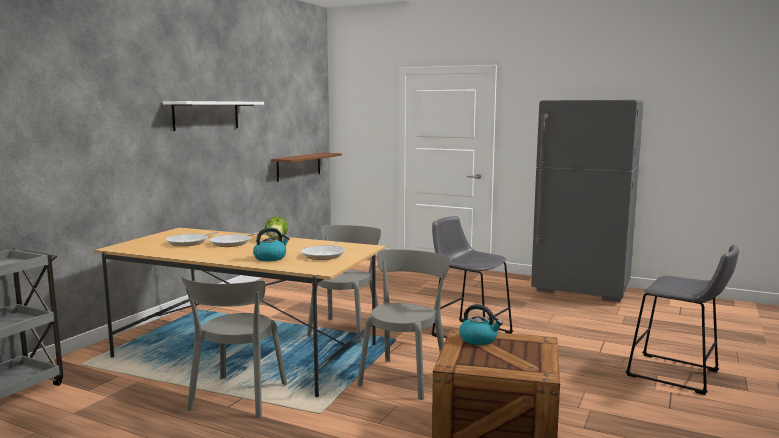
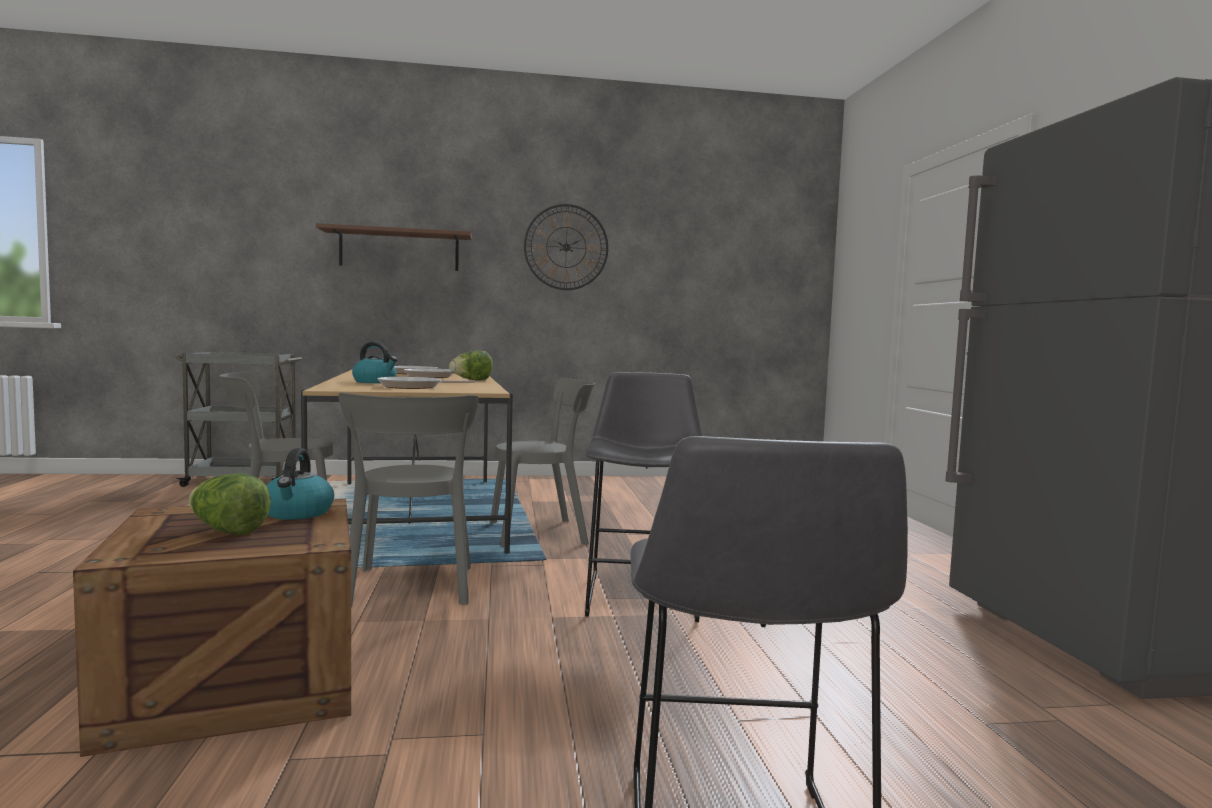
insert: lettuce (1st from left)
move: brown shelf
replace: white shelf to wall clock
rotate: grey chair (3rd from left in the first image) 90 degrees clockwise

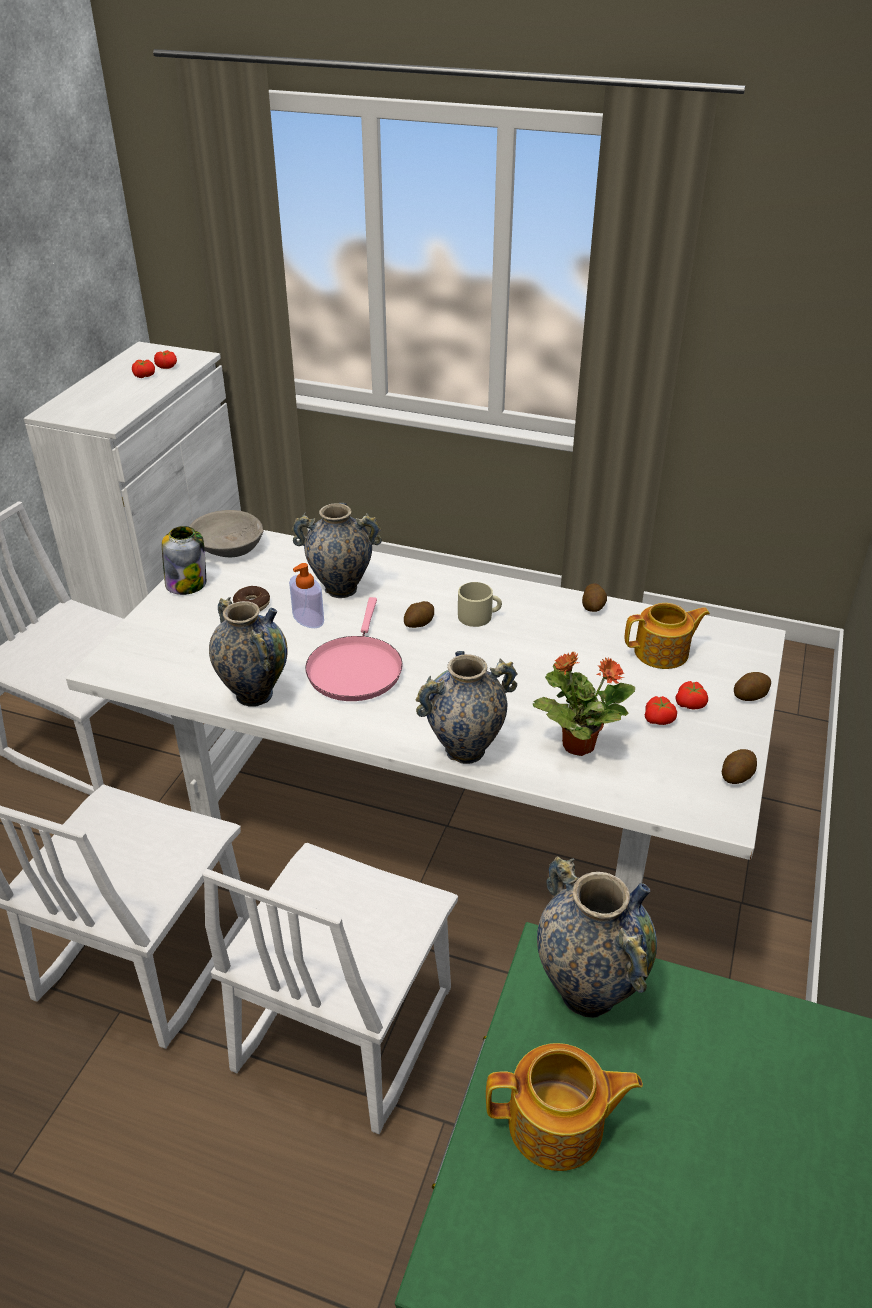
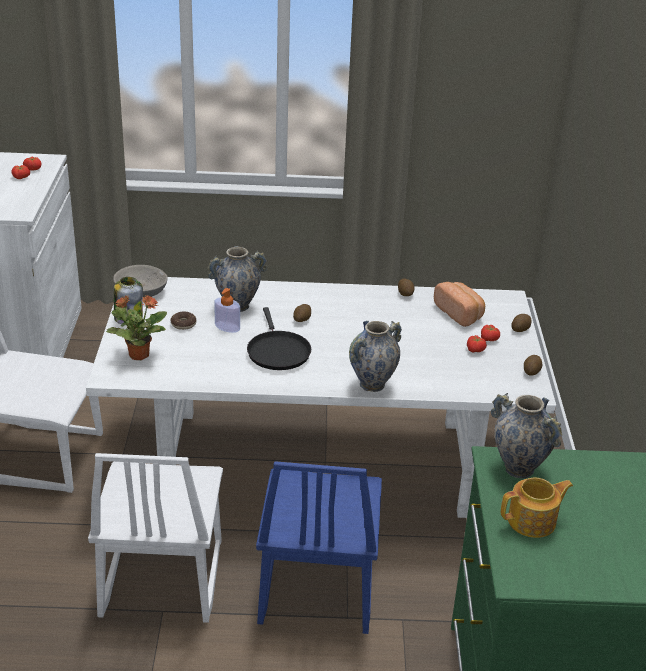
delete: vase (1st from left); beige mug
move: potted plant
replace: teapot (2nd from left) to bread
recolor: pink frying pan to black frying pan; white chair (3rd from left) to blue chair

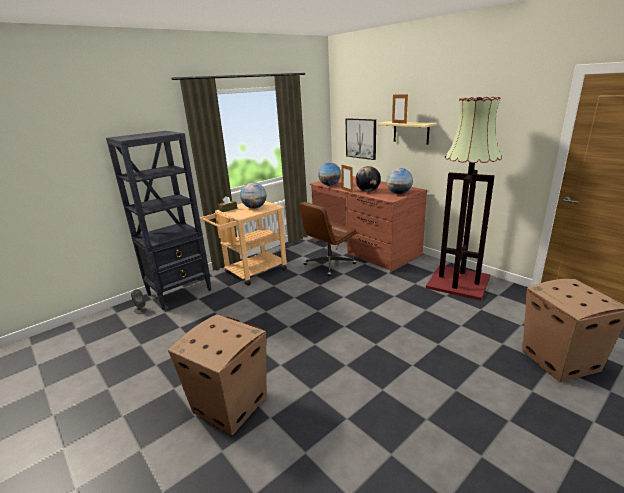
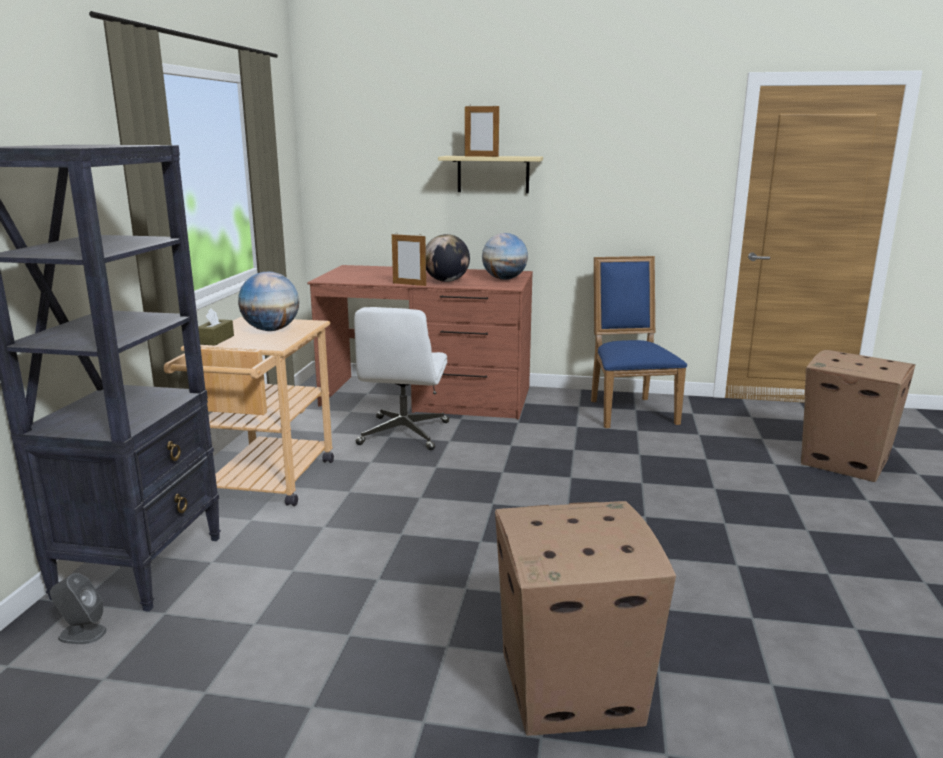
delete: globe (2nd from left); picture
replace: floor lamp to blue chair
recolor: brown office chair to white office chair

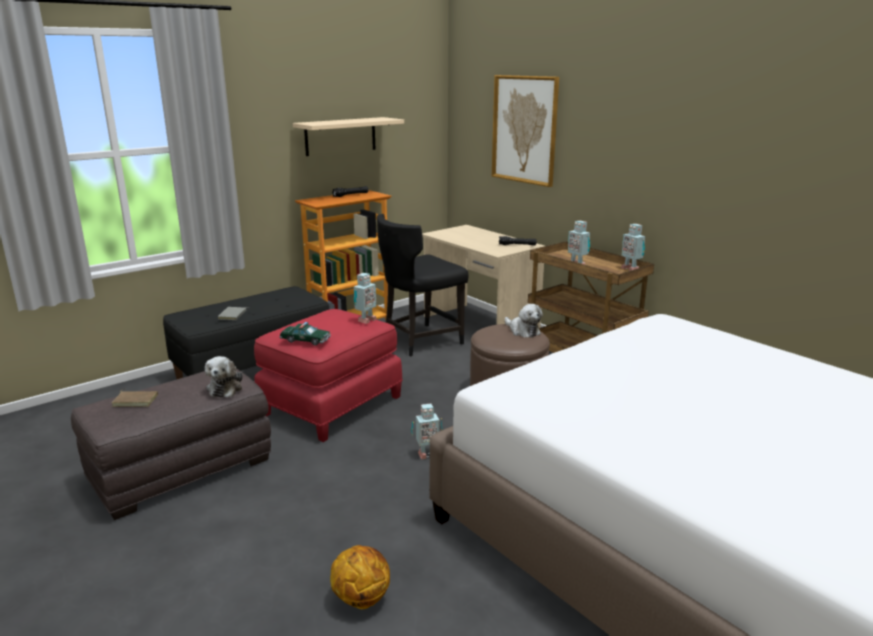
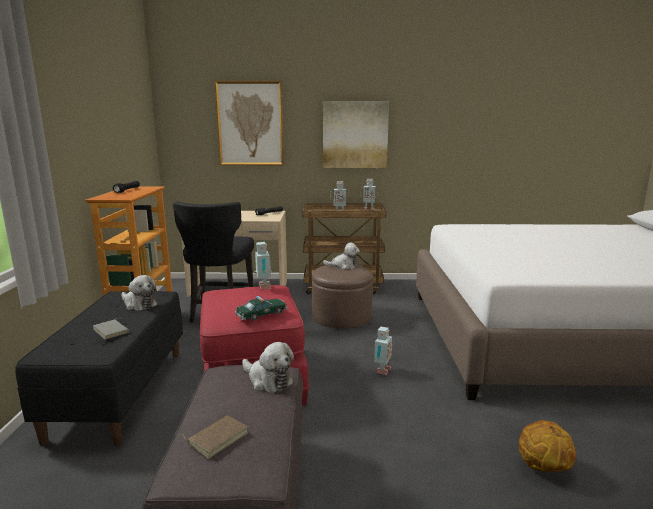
delete: beige shelf
insert: plush toy (1st from left); picture (2nd from left)

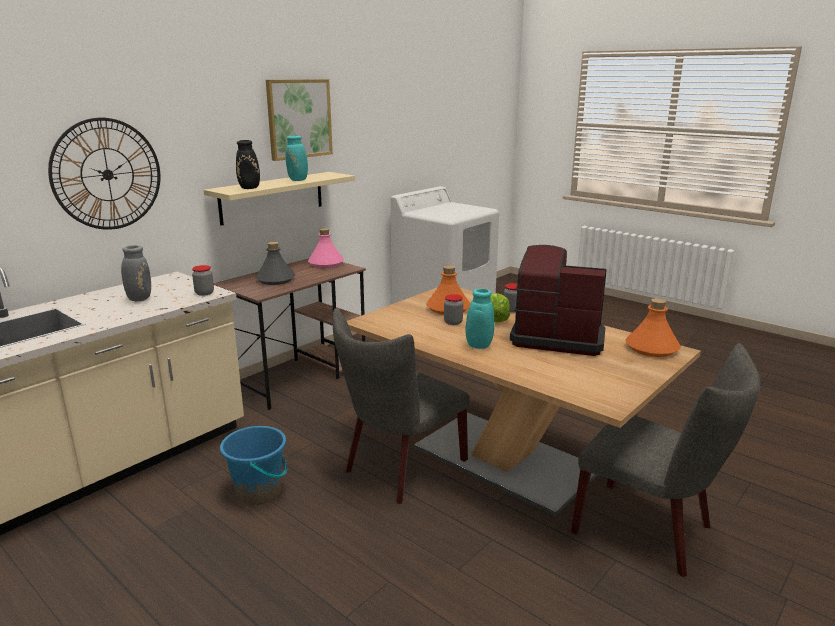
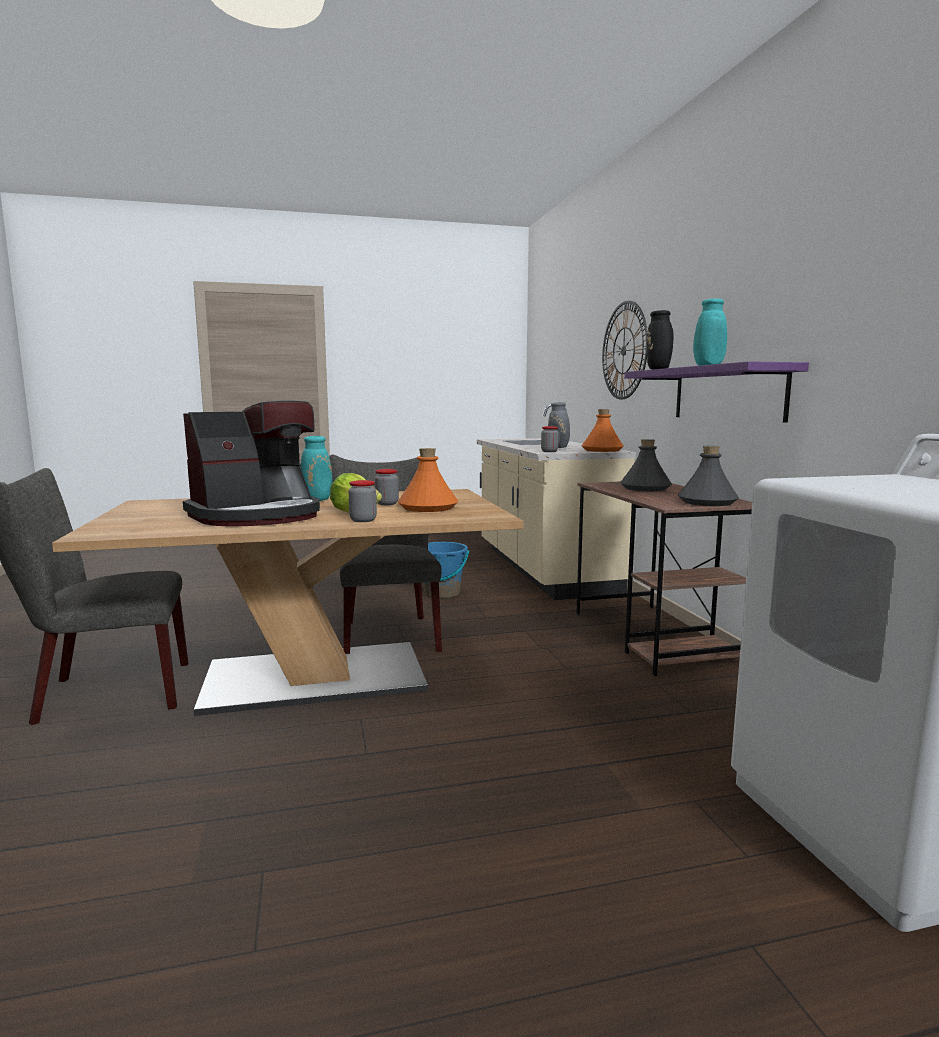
delete: picture
move: orange bottle (2nd from left)
recolor: beige shelf to purple shelf; pink bottle to grey bottle (2nd from left)

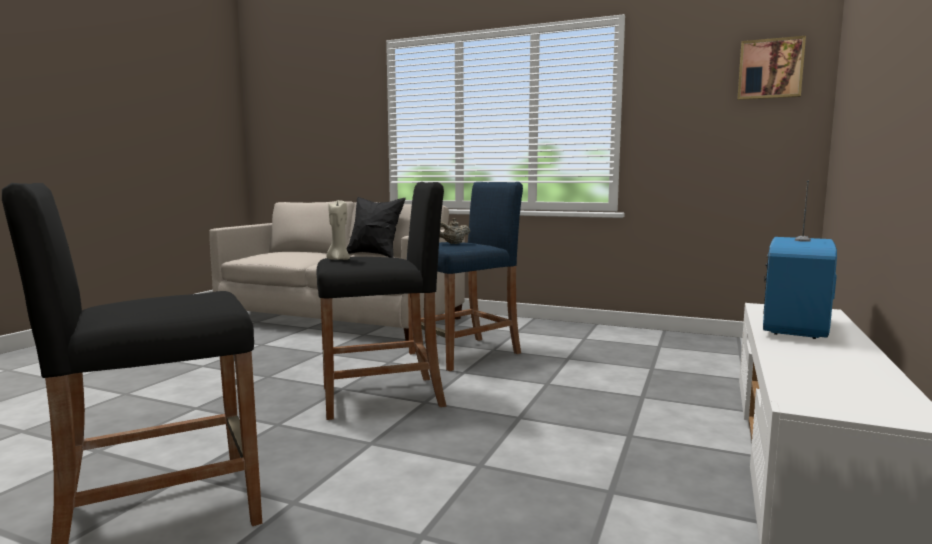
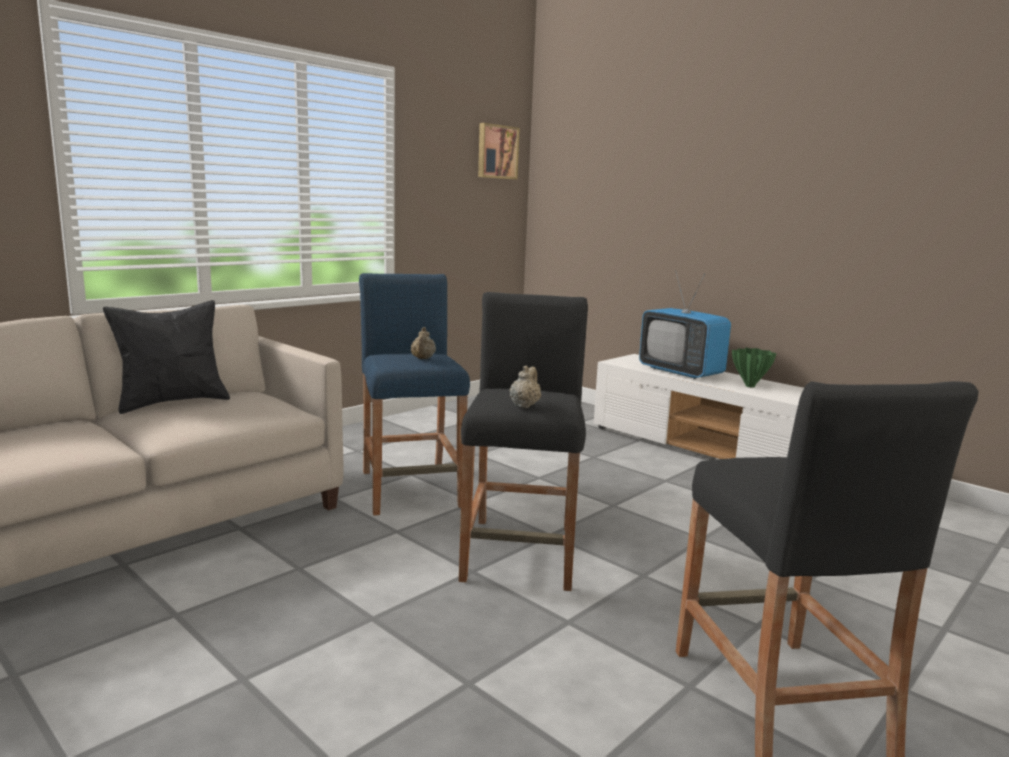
insert: green vase
replace: beige candle to beige teapot (2nd from left)

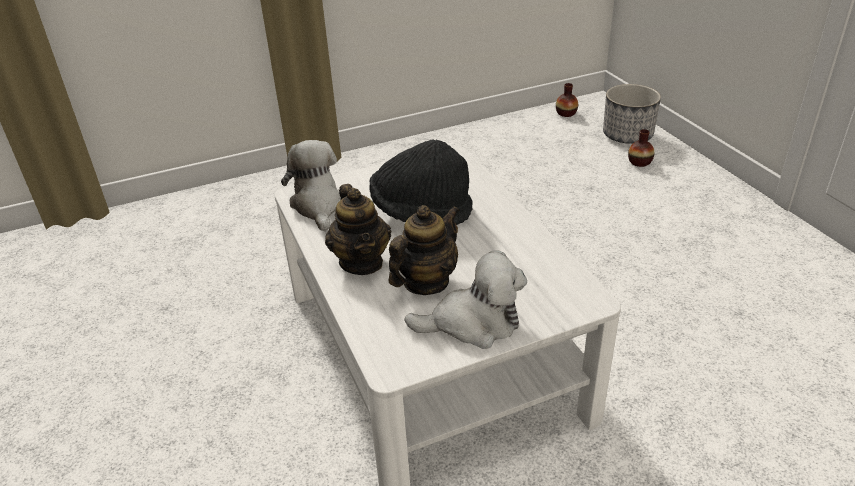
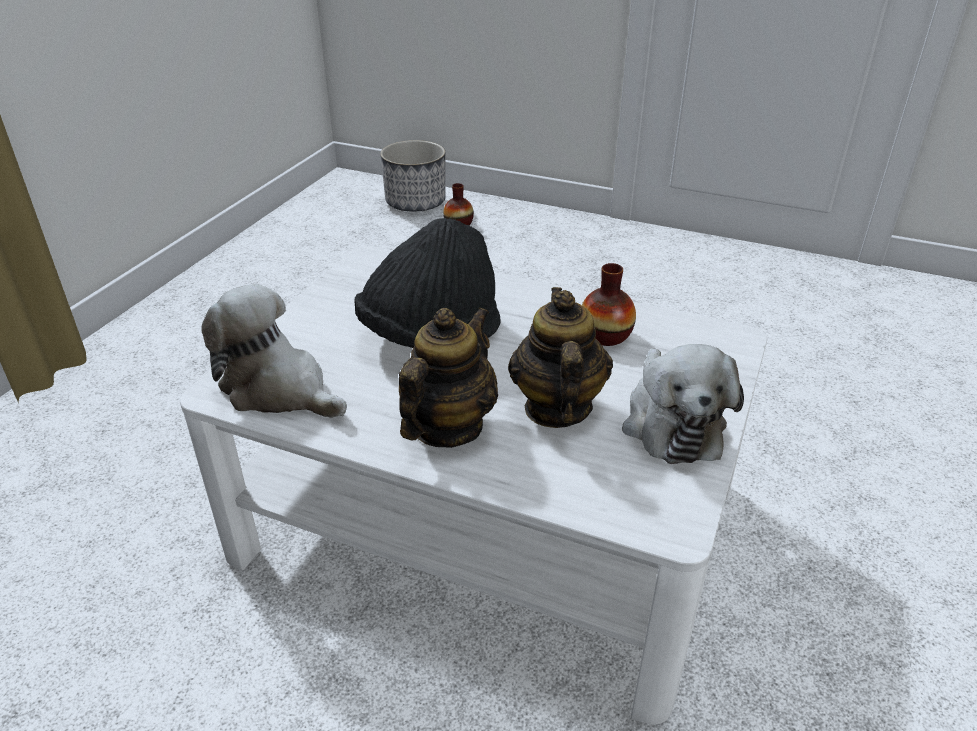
move: vase (1st from left in the first image) to vase (2nd from left)
rotate: teapot (1st from left) 90 degrees counterclockwise; plush toy (2nd from left) 135 degrees clockwise

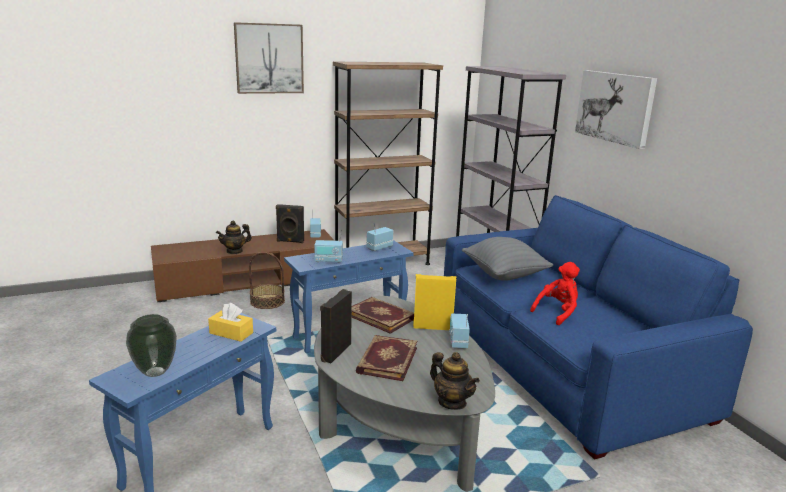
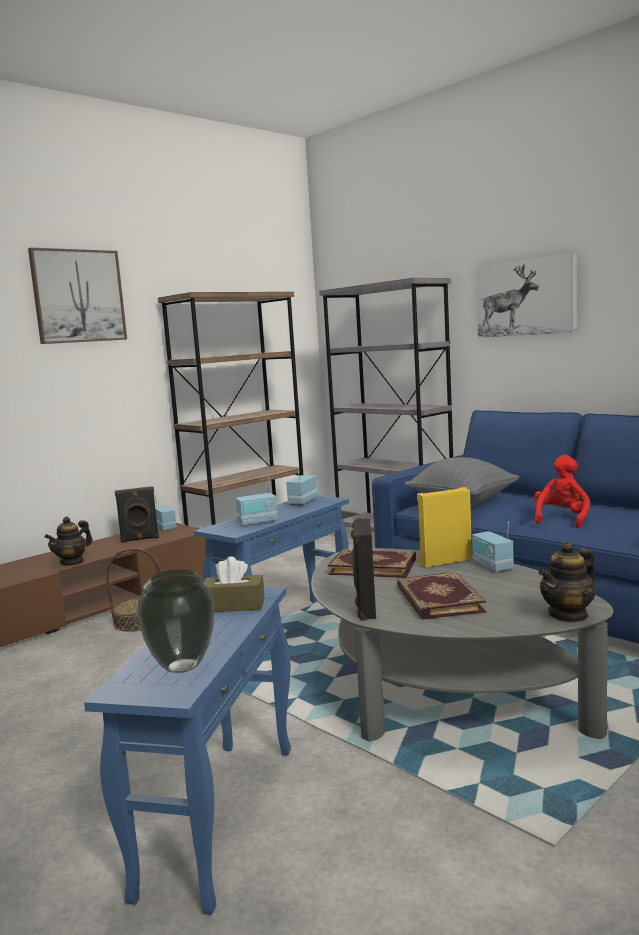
recolor: yellow tissue box to brown tissue box
rotate: teapot (2nd from left) 120 degrees clockwise

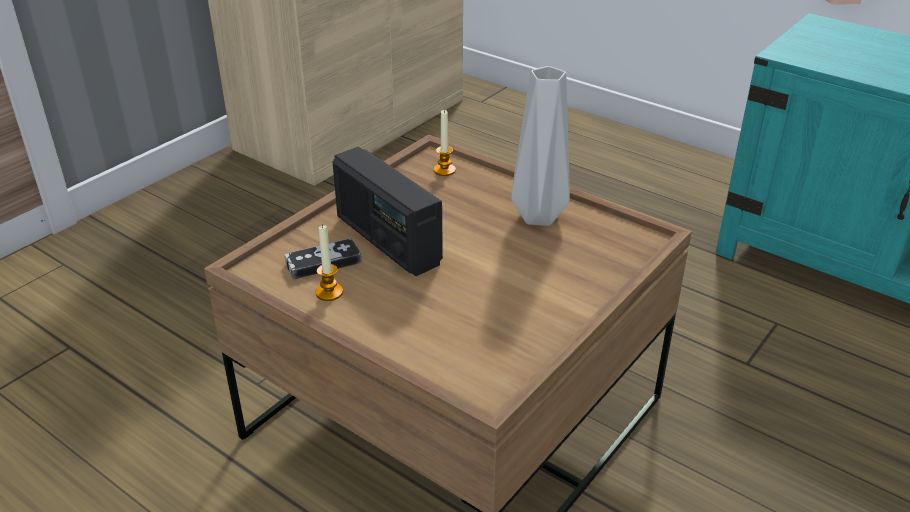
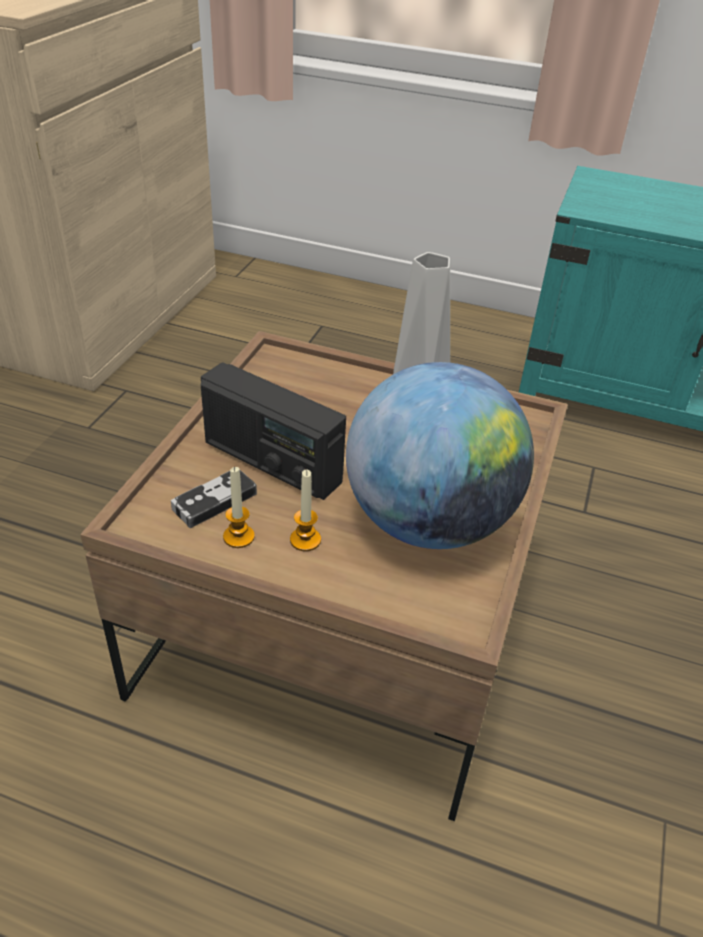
insert: globe
move: candle (2nd from left)

